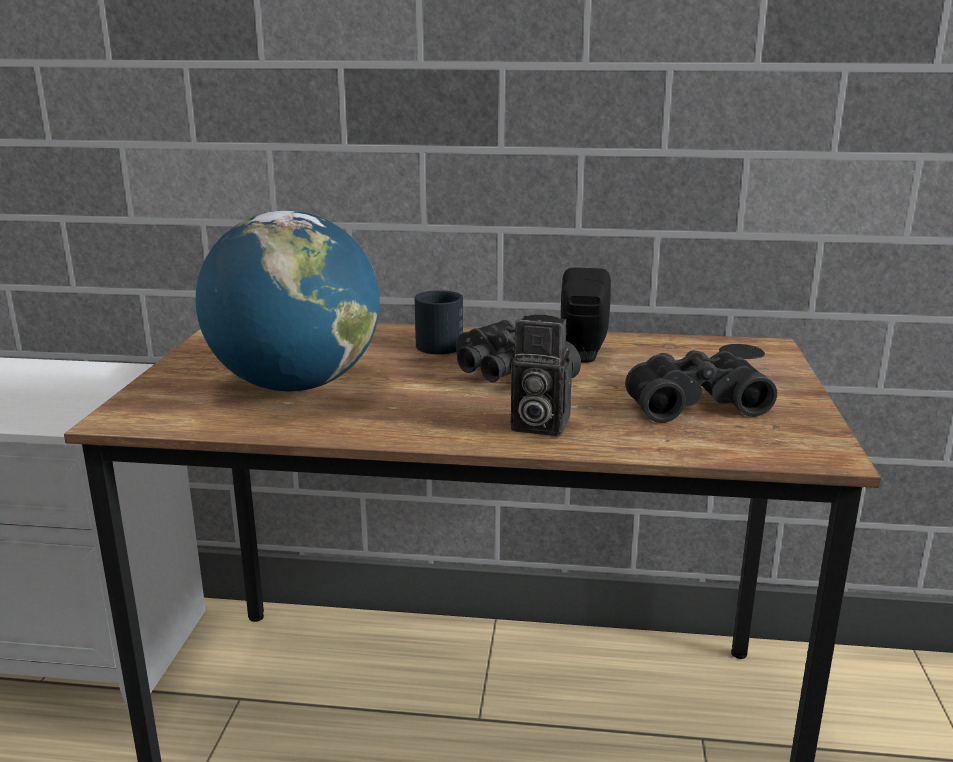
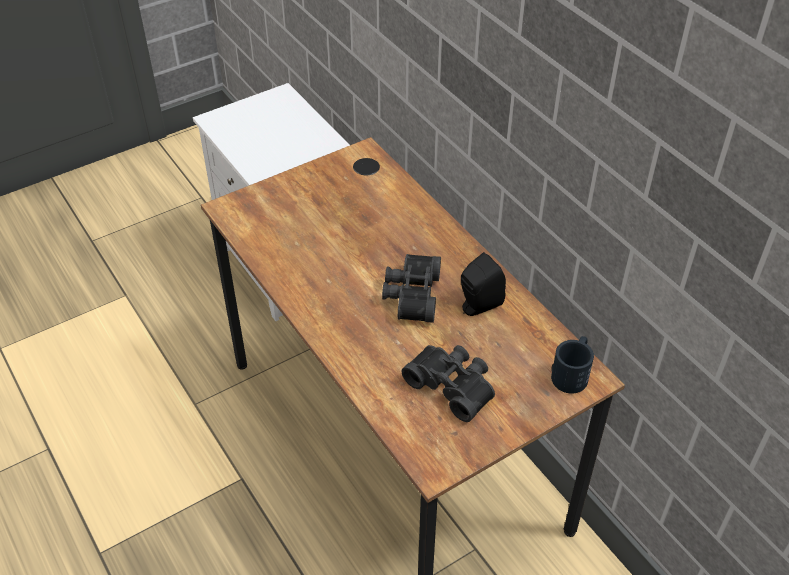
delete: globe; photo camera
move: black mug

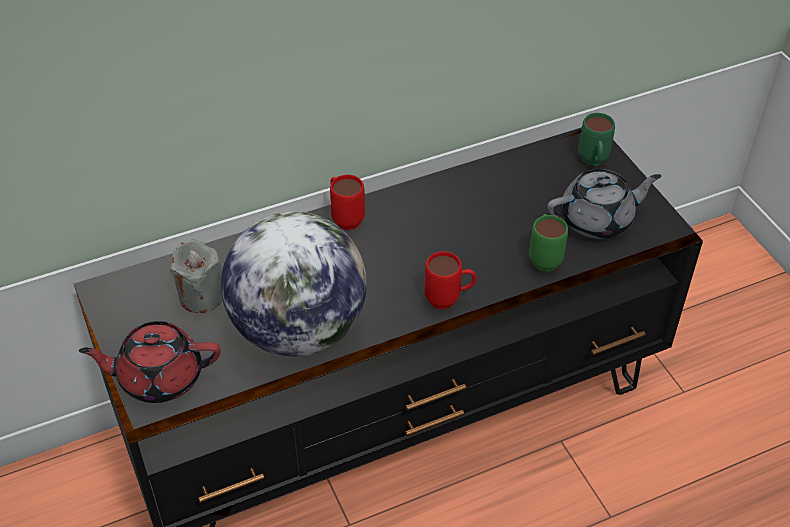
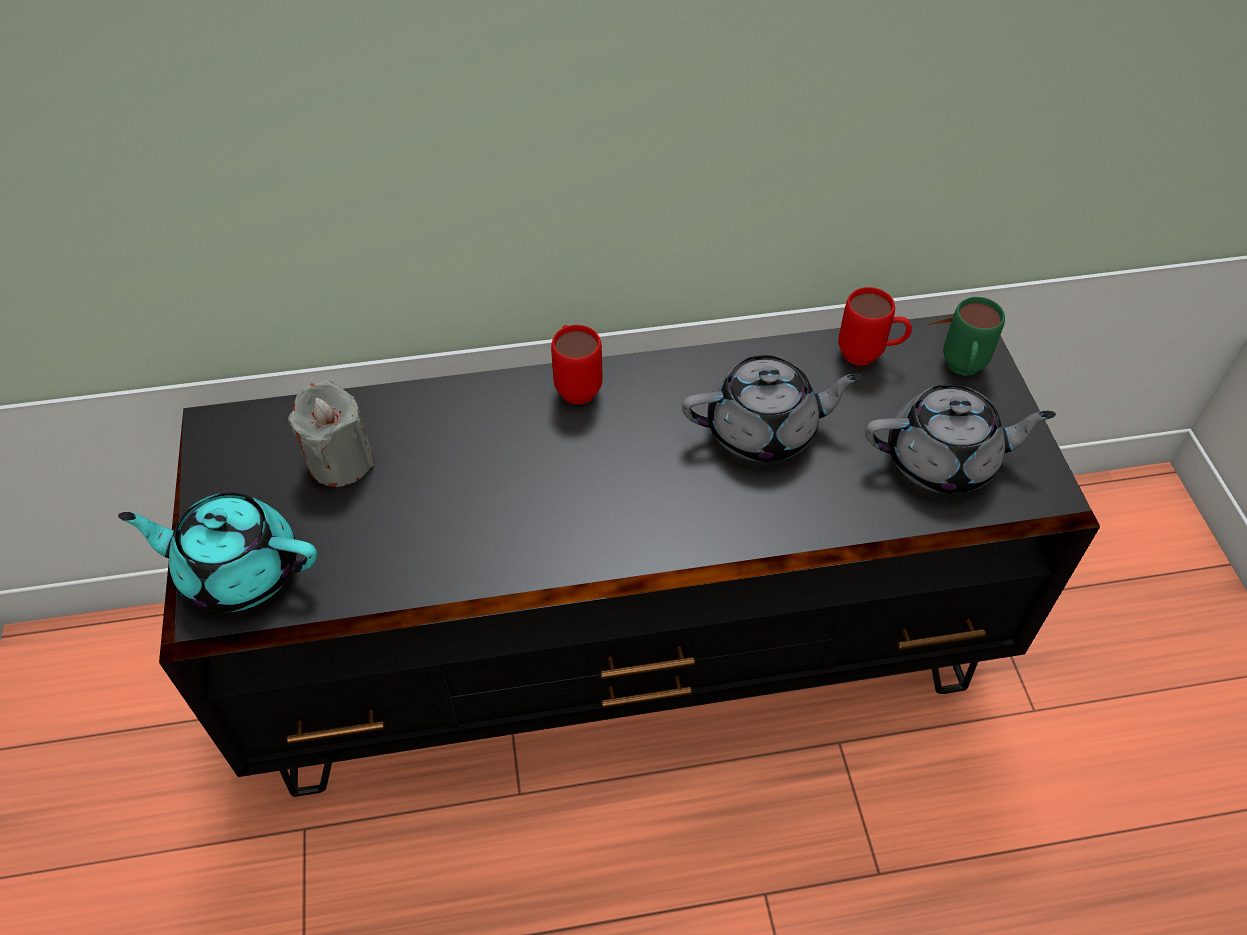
delete: globe; green mug (1st from left)
insert: grey teapot (1st from left)
move: red mug (2nd from left)
recolor: red teapot to turquoise teapot

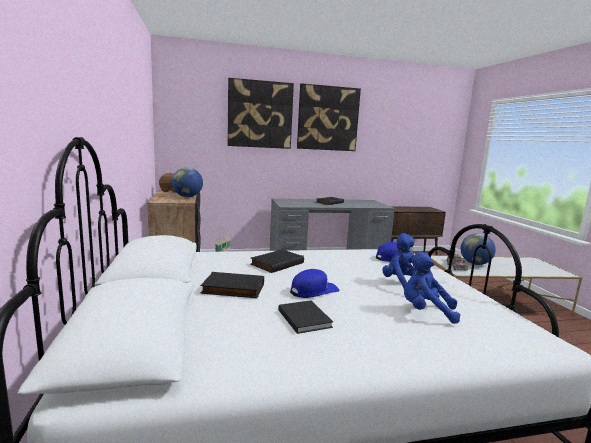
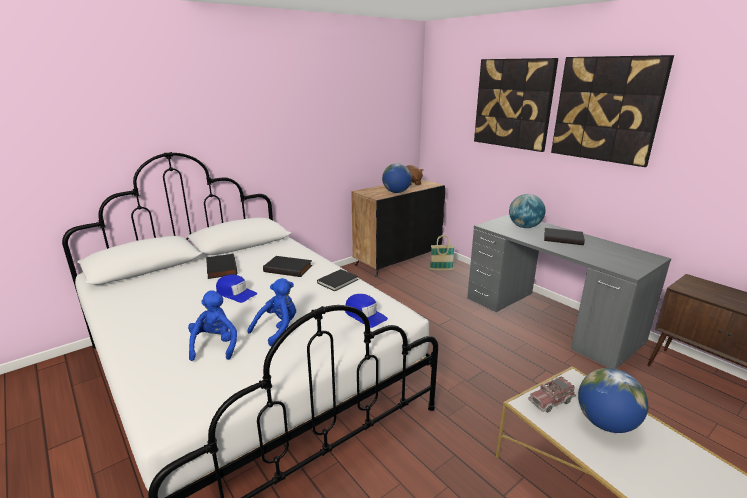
insert: globe (2nd from left)
move: black book (3rd from left)

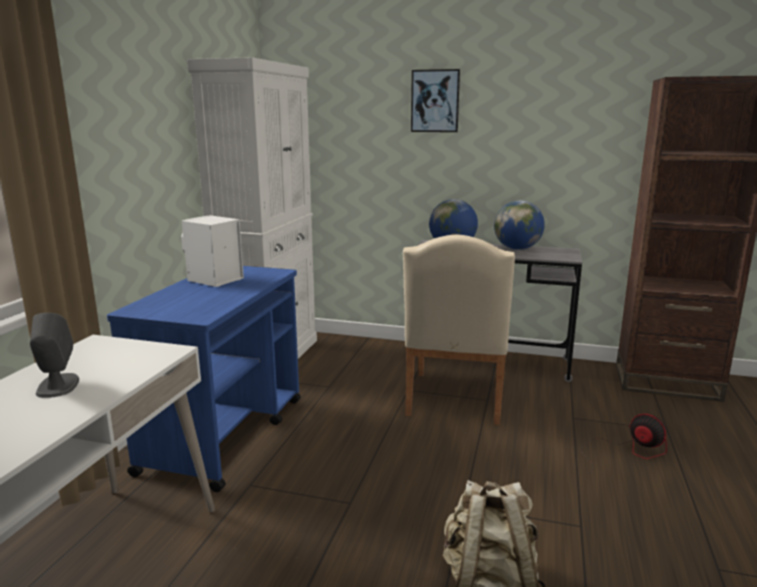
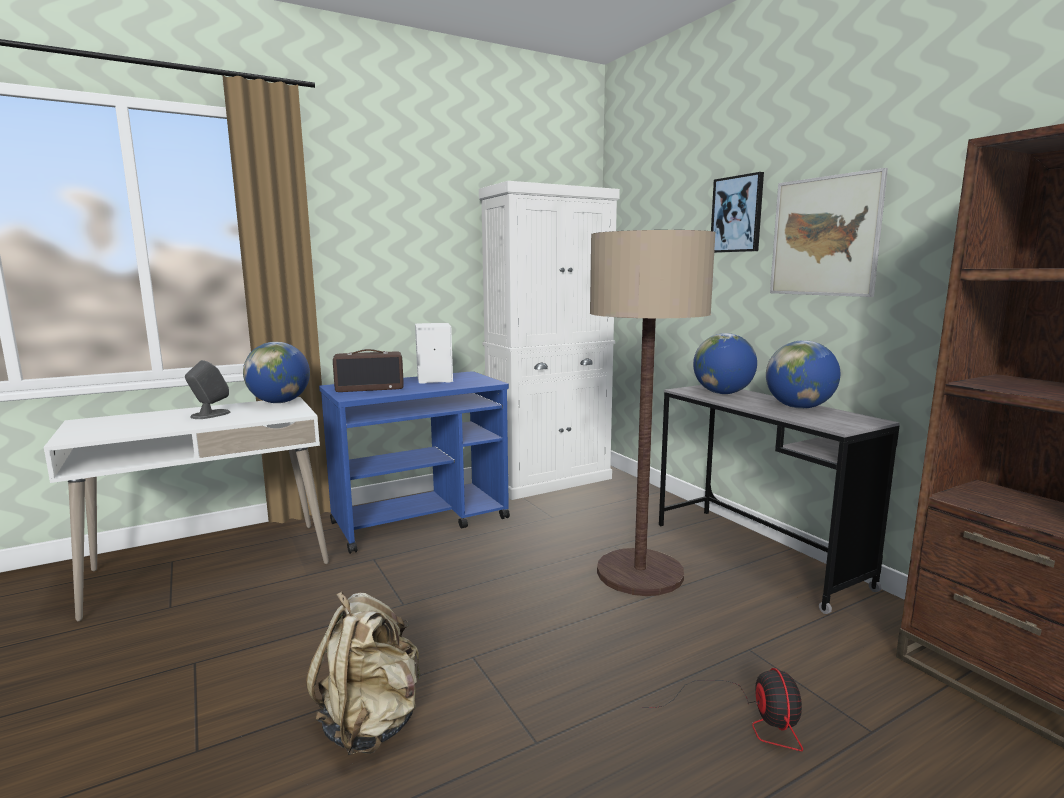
insert: globe (1st from left); radio; picture (2nd from left)
replace: beige chair to floor lamp

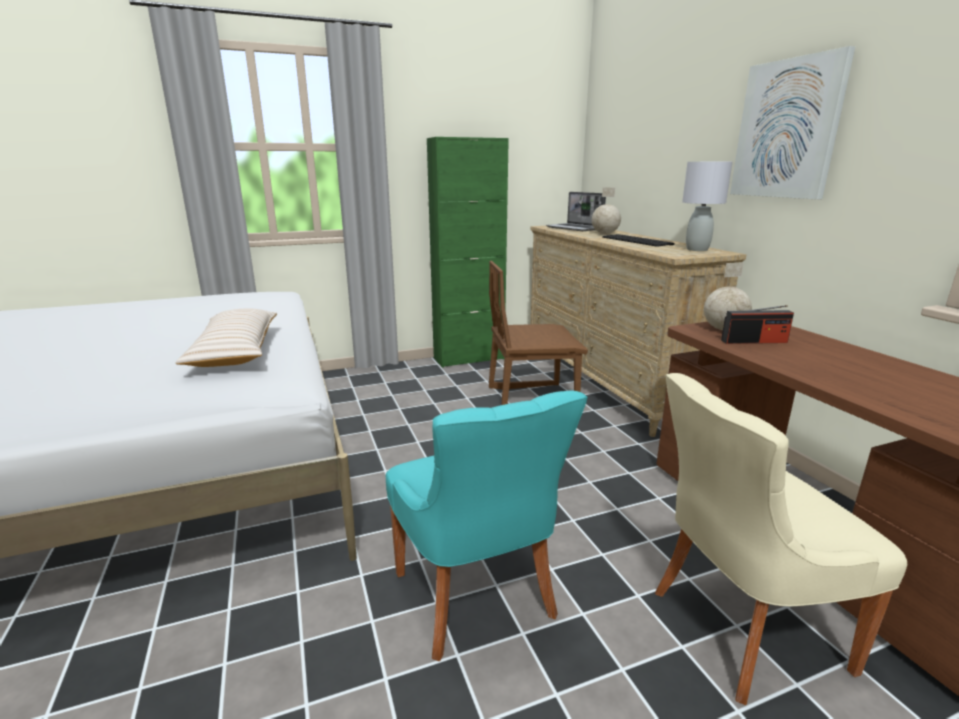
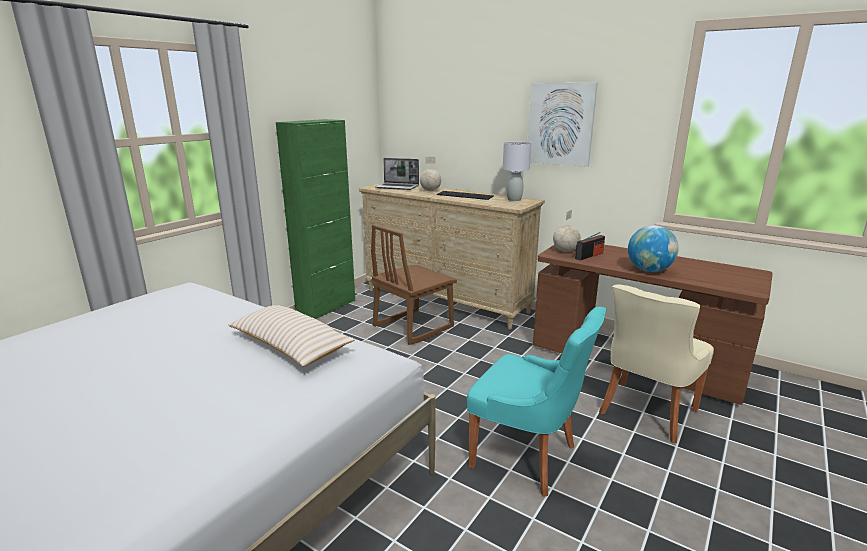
insert: globe (3rd from left)

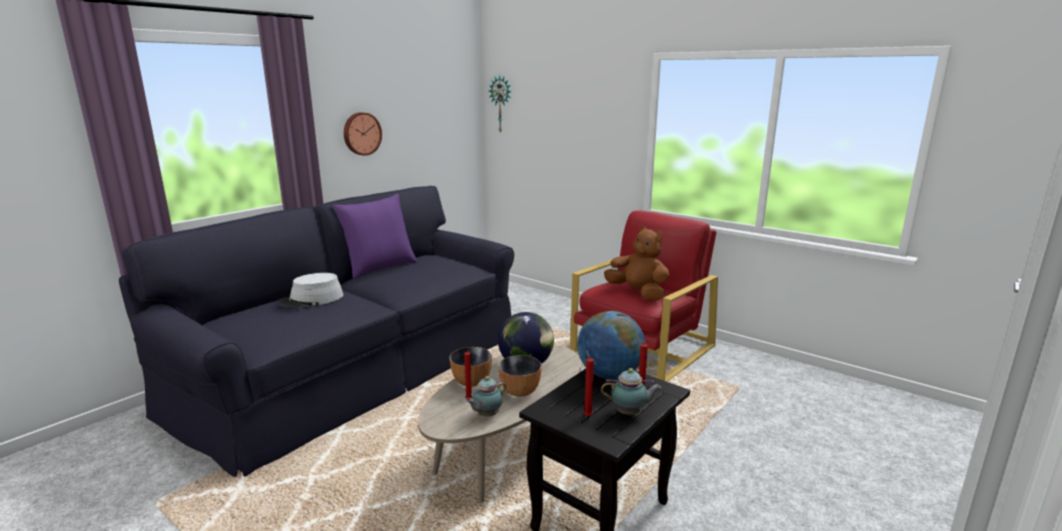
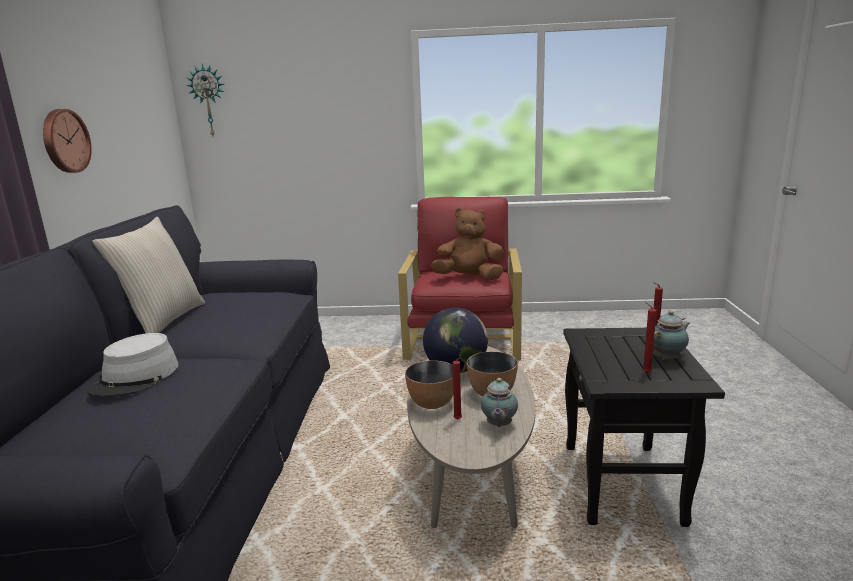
delete: globe (2nd from left)
recolor: purple pillow to beige pillow

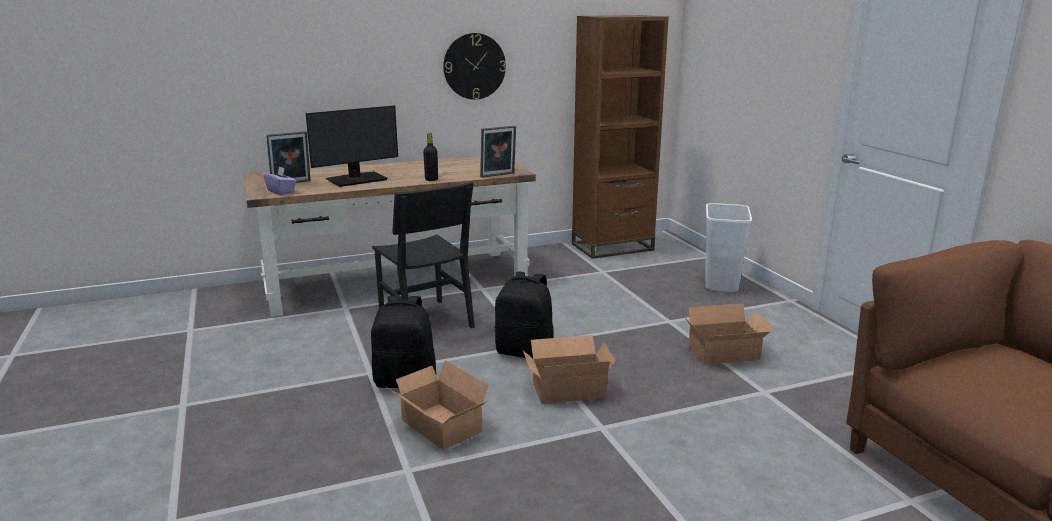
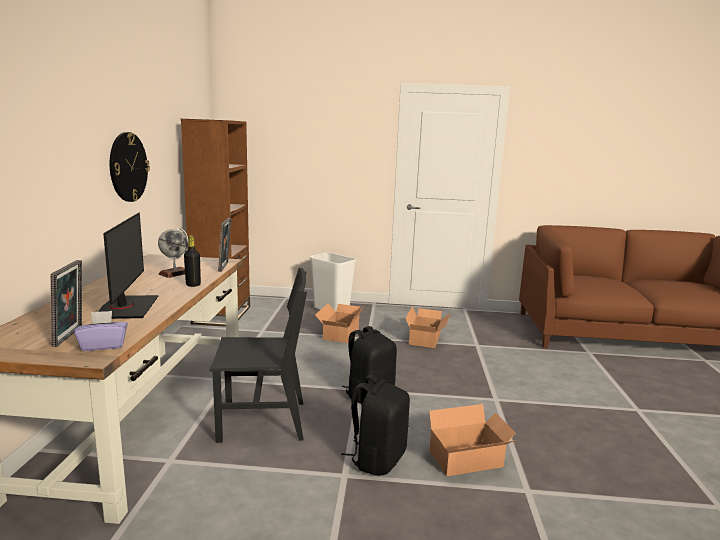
insert: globe
move: cardboard box (2nd from left in the first image) to cardboard box (1st from left)

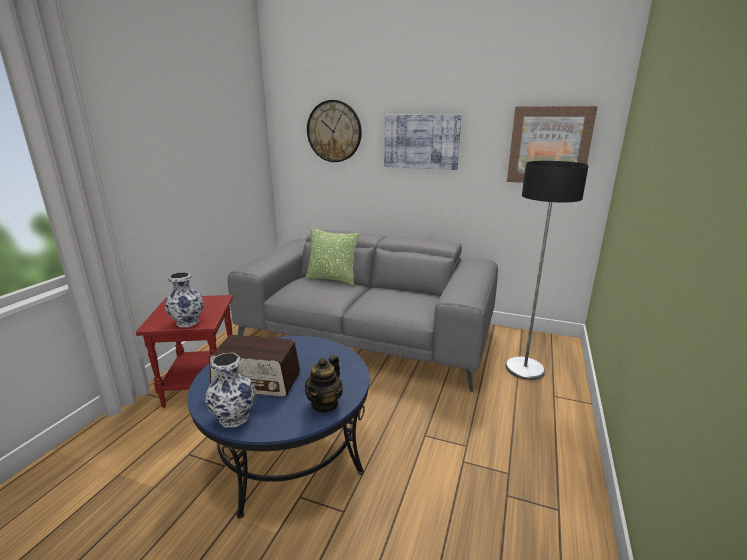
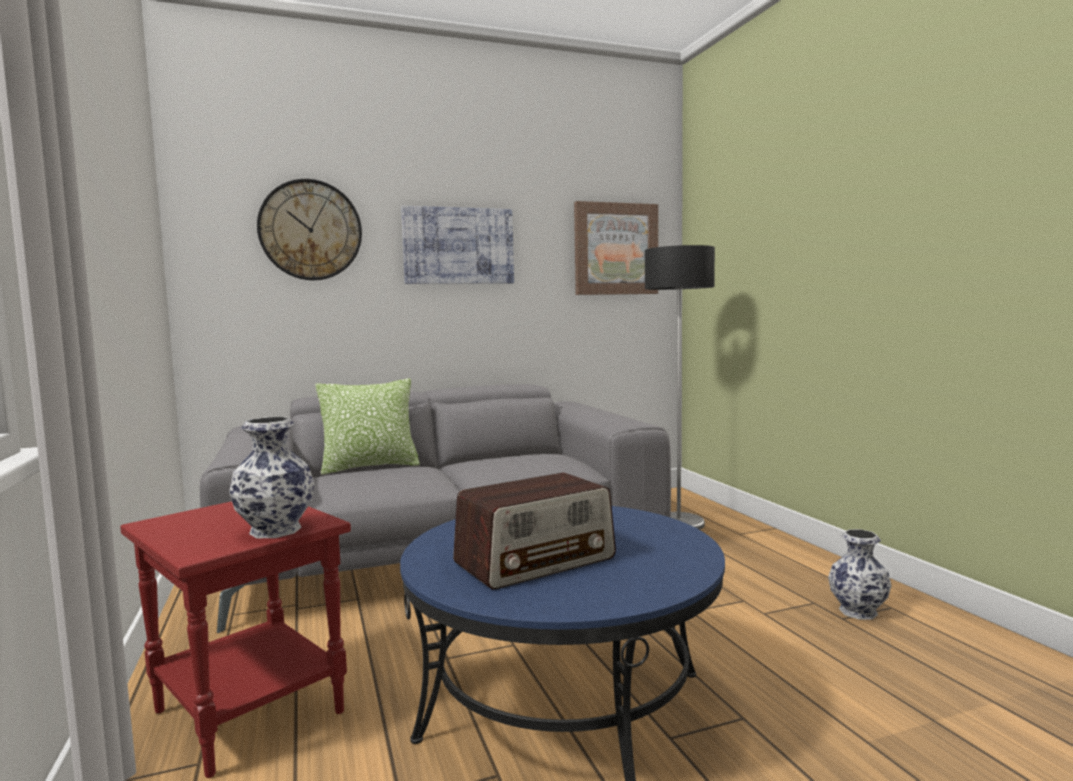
delete: teapot
move: vase (2nd from left)

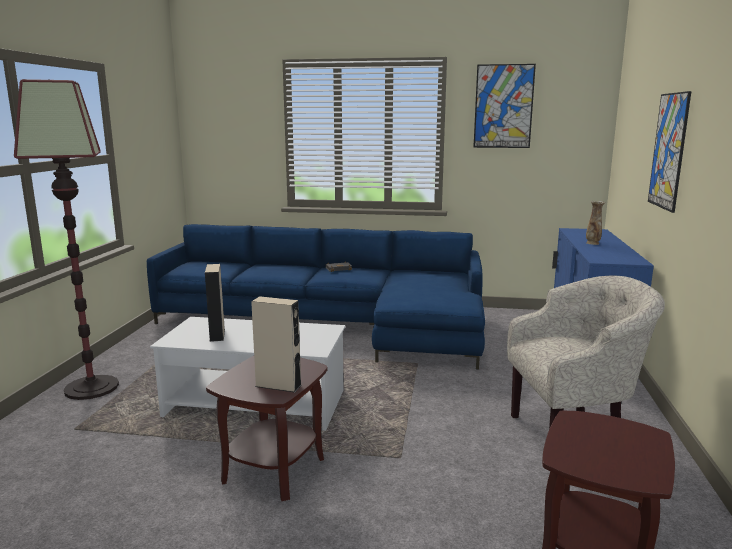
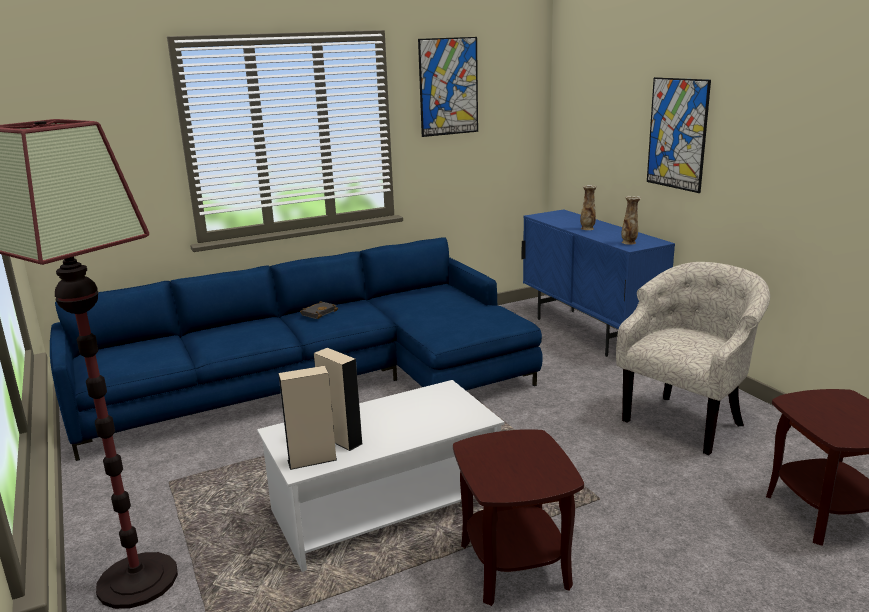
insert: vase (2nd from left)
move: beige speaker (2nd from left in the first image) to beige speaker (1st from left)

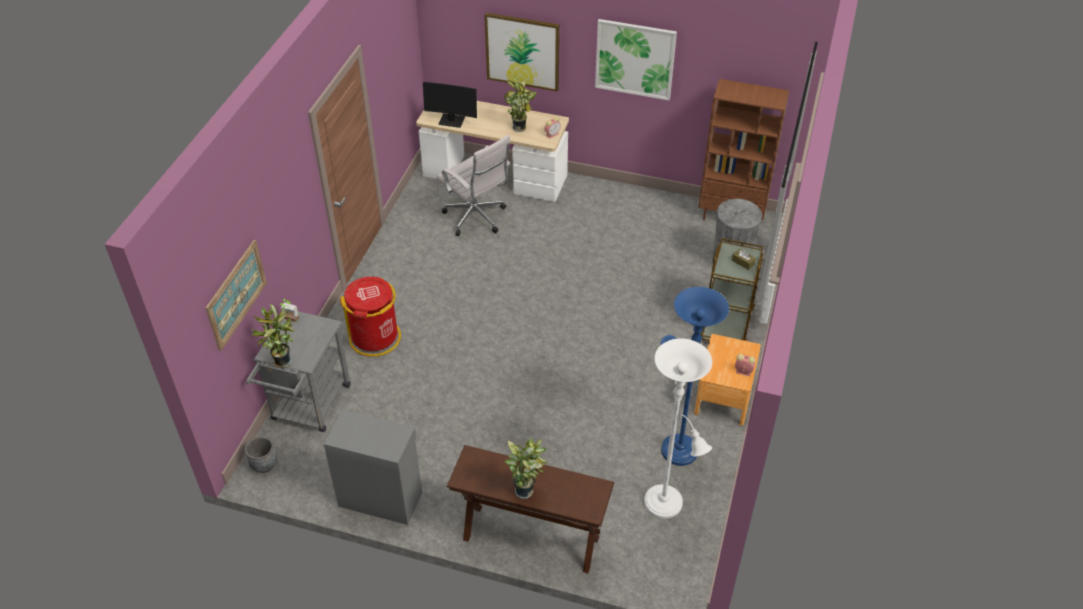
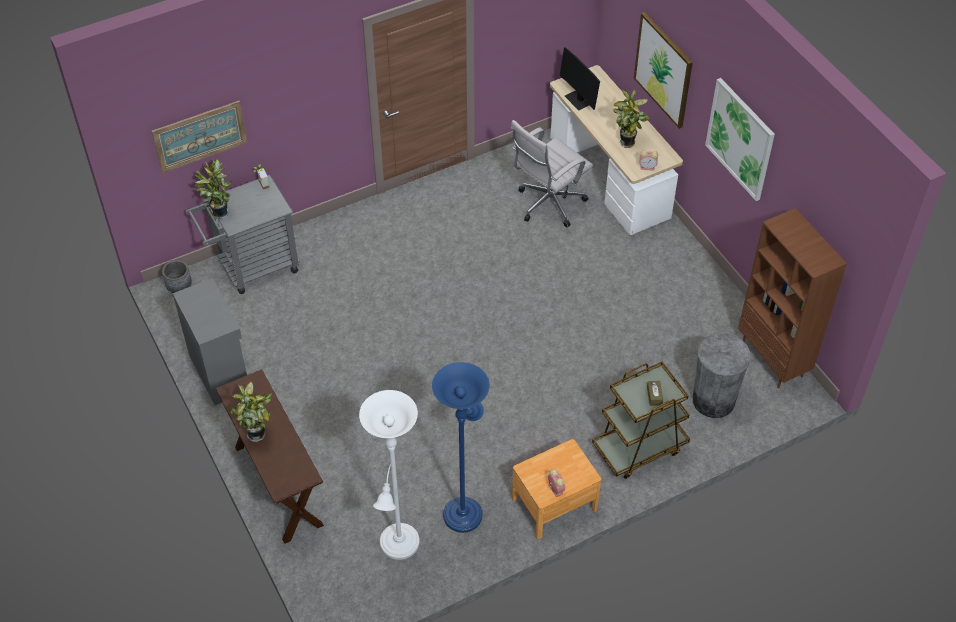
delete: red trash can
rotate: white office chair 45 degrees clockwise

